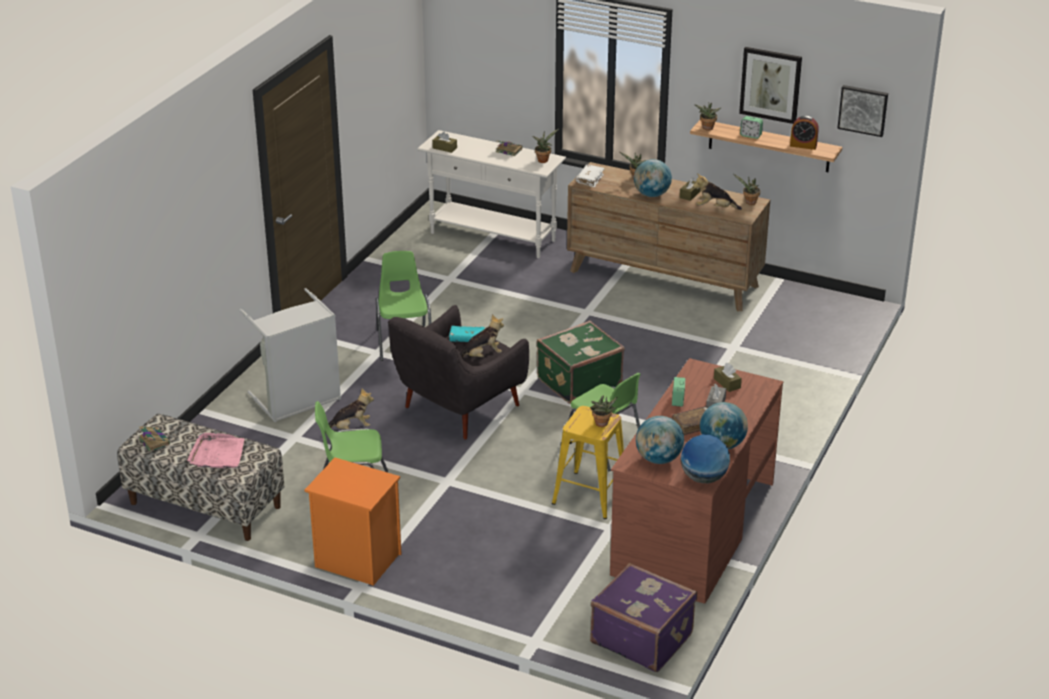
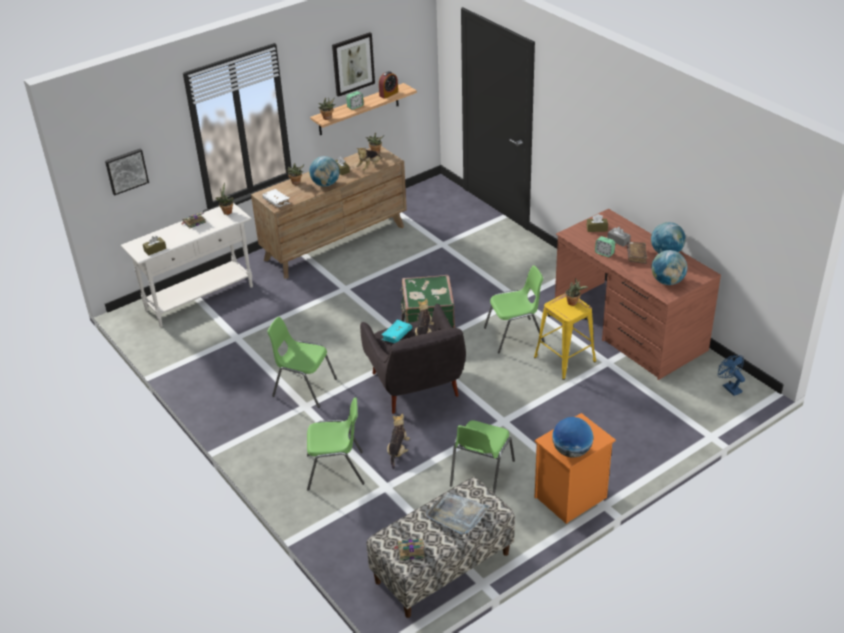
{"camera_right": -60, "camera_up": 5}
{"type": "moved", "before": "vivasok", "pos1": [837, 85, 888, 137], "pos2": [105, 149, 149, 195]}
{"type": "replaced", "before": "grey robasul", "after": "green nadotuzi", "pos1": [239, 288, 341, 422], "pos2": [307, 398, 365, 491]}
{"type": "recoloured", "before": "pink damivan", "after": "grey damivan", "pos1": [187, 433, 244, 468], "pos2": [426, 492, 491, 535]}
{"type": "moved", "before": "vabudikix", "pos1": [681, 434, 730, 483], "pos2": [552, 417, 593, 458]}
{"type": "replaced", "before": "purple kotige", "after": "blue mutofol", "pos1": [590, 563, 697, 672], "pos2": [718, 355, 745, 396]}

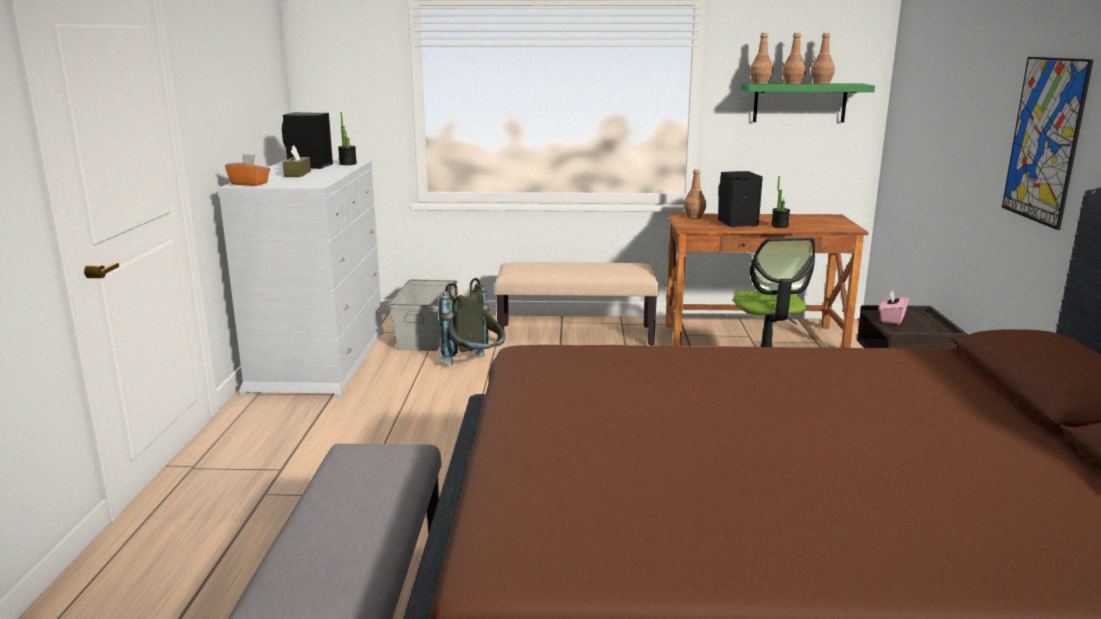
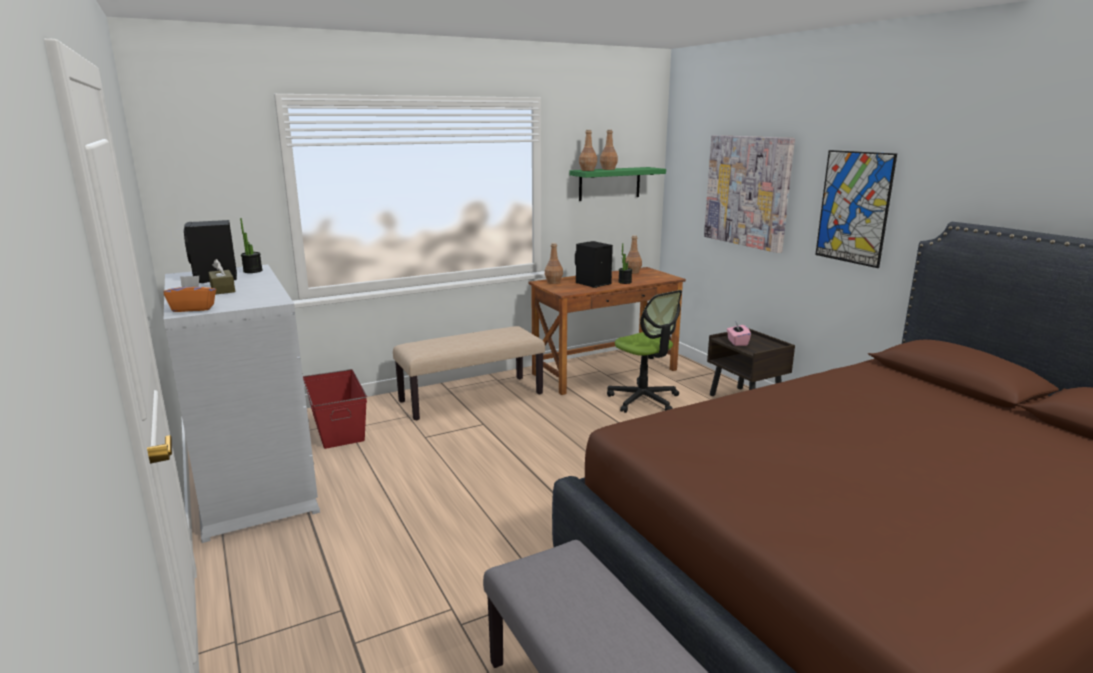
{"camera_right": -30, "camera_up": 0}
{"type": "moved", "before": "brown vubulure", "pos1": [811, 33, 835, 84], "pos2": [626, 235, 642, 274]}
{"type": "removed", "before": "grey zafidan", "pos1": [438, 278, 506, 365]}
{"type": "recoloured", "before": "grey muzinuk", "after": "red muzinuk", "pos1": [388, 279, 458, 351], "pos2": [303, 369, 367, 449]}
{"type": "added", "after": "vivasok", "pos2": [704, 135, 795, 253]}

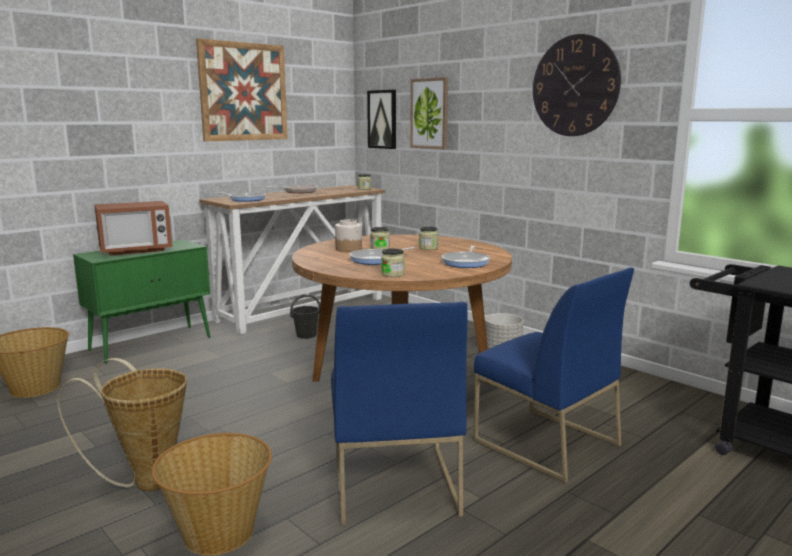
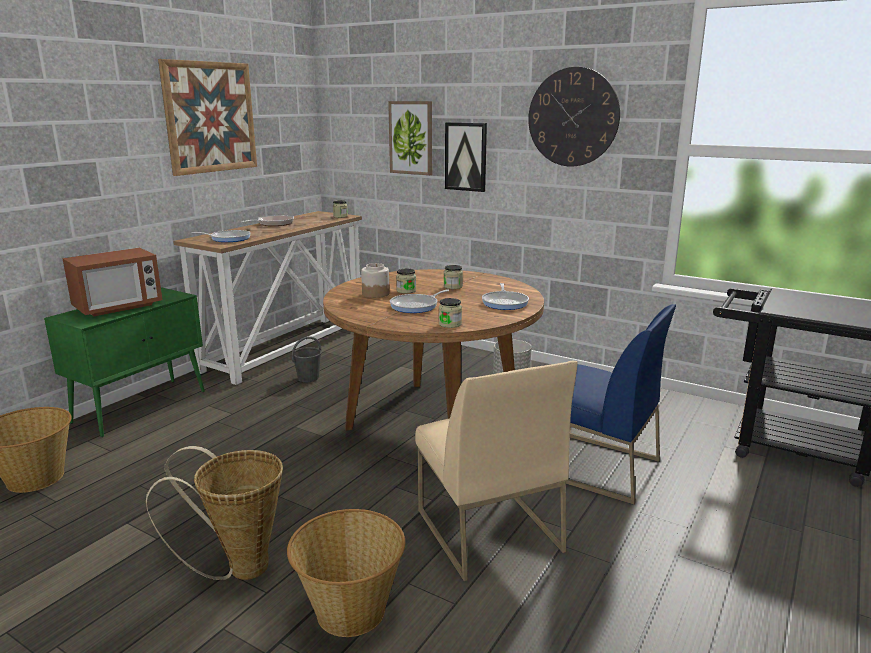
{"camera_right": -15, "camera_up": 5}
{"type": "moved", "before": "vivasok", "pos1": [367, 90, 396, 149], "pos2": [445, 122, 487, 192]}
{"type": "recoloured", "before": "blue nadotuzi", "after": "beige nadotuzi", "pos1": [331, 302, 467, 526], "pos2": [415, 361, 578, 581]}

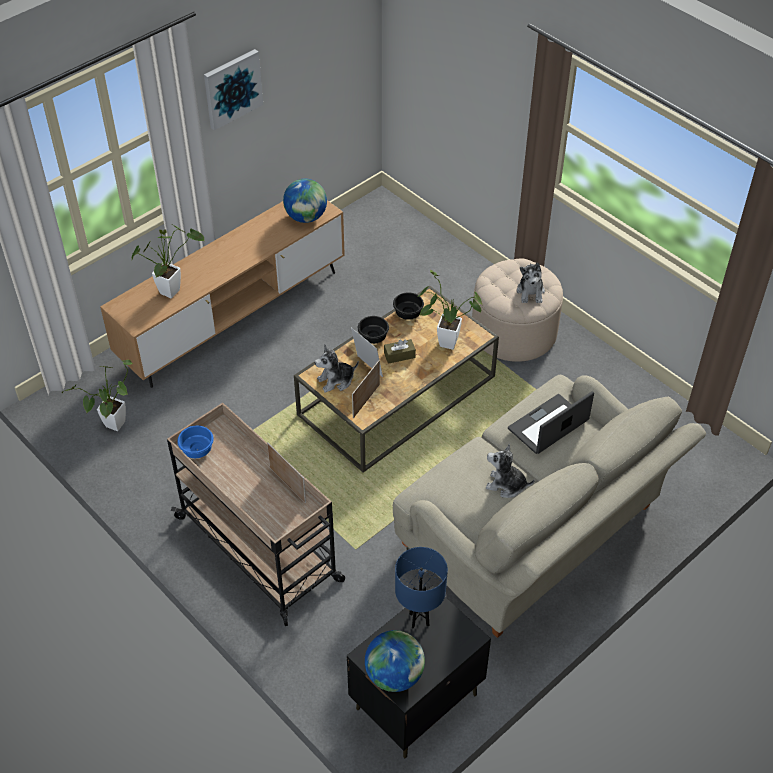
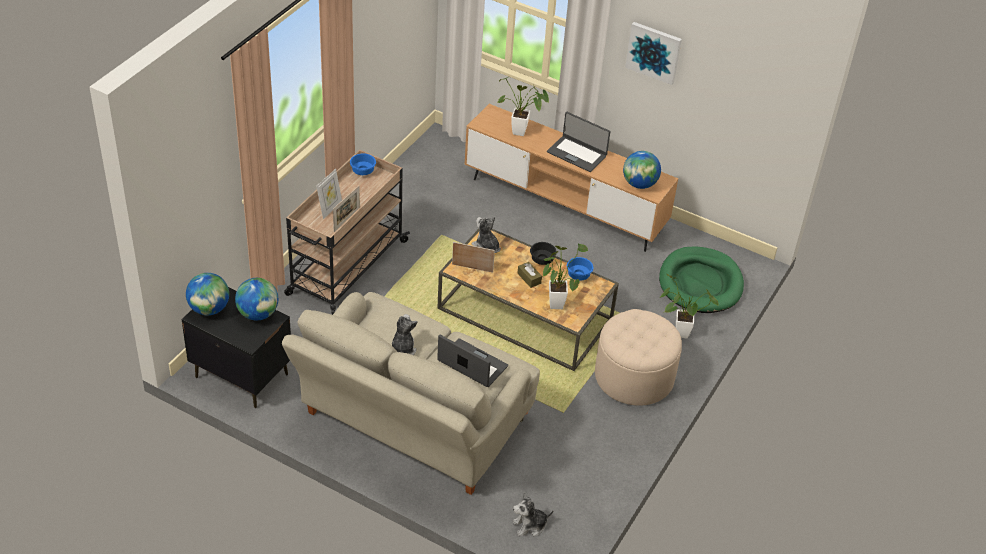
{"camera_right": 70, "camera_up": -5}
{"type": "moved", "before": "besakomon", "pos1": [517, 263, 545, 303], "pos2": [513, 492, 554, 537]}
{"type": "recoloured", "before": "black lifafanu", "after": "blue lifafanu", "pos1": [393, 292, 424, 320], "pos2": [567, 257, 593, 280]}
{"type": "moved", "before": "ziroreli", "pos1": [351, 327, 383, 377], "pos2": [316, 169, 342, 219]}
{"type": "moved", "before": "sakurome", "pos1": [62, 360, 132, 431], "pos2": [659, 274, 718, 338]}
{"type": "replaced", "before": "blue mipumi", "after": "vabudikix", "pos1": [395, 547, 448, 628], "pos2": [235, 278, 278, 320]}
{"type": "added", "after": "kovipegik", "pos2": [547, 112, 611, 172]}
{"type": "added", "after": "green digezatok", "pos2": [659, 246, 744, 313]}

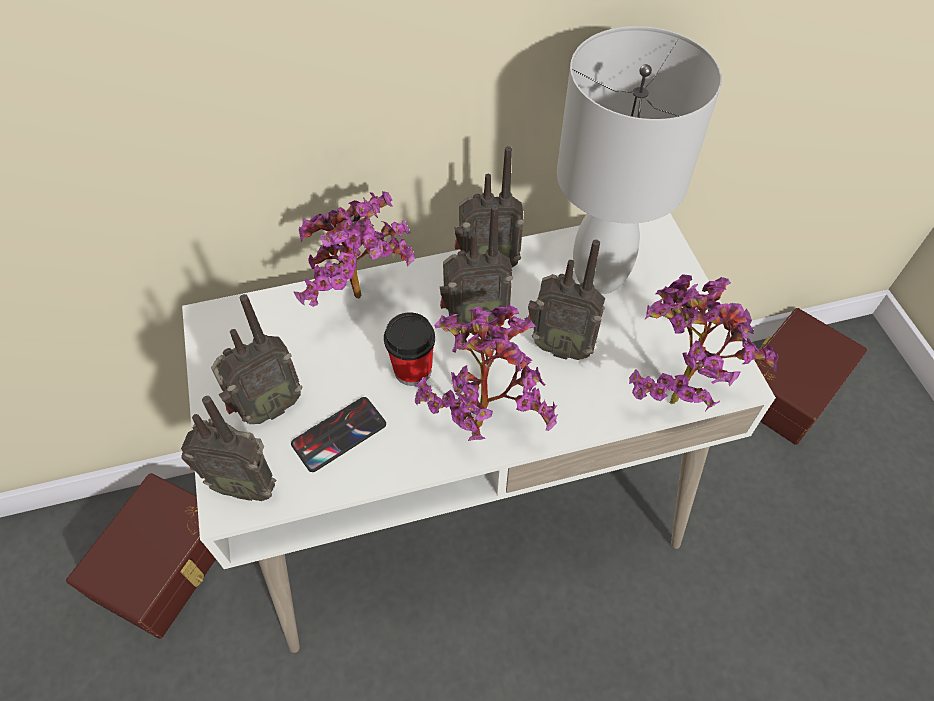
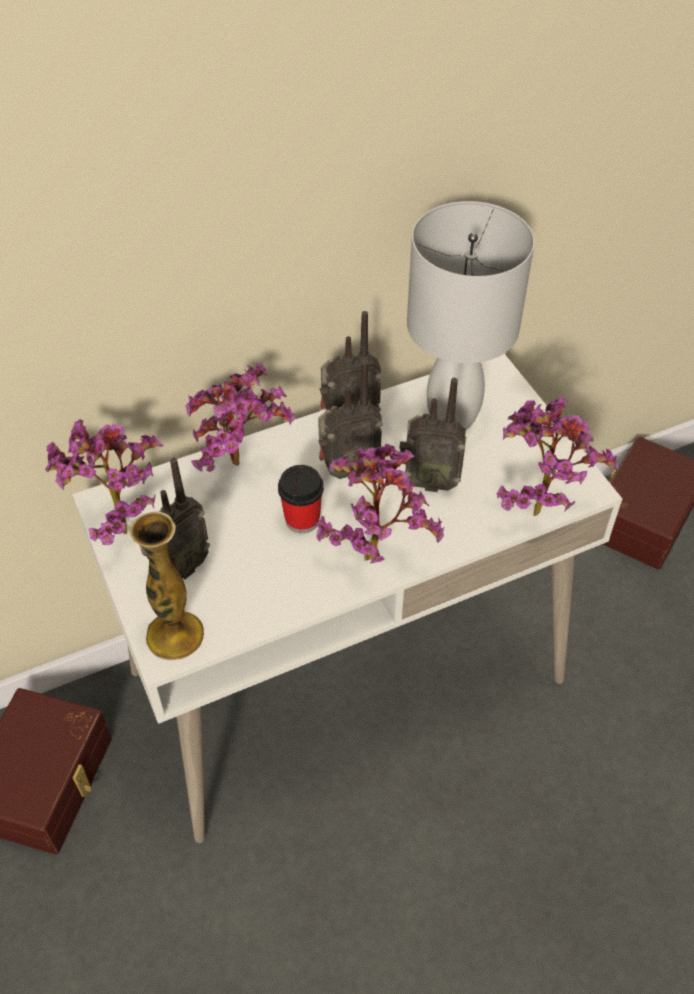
{"camera_right": -10, "camera_up": -5}
{"type": "replaced", "before": "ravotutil", "after": "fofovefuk", "pos1": [181, 396, 276, 501], "pos2": [130, 512, 204, 661]}
{"type": "removed", "before": "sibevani", "pos1": [291, 397, 386, 472]}
{"type": "added", "after": "sakurome", "pos2": [45, 419, 164, 545]}

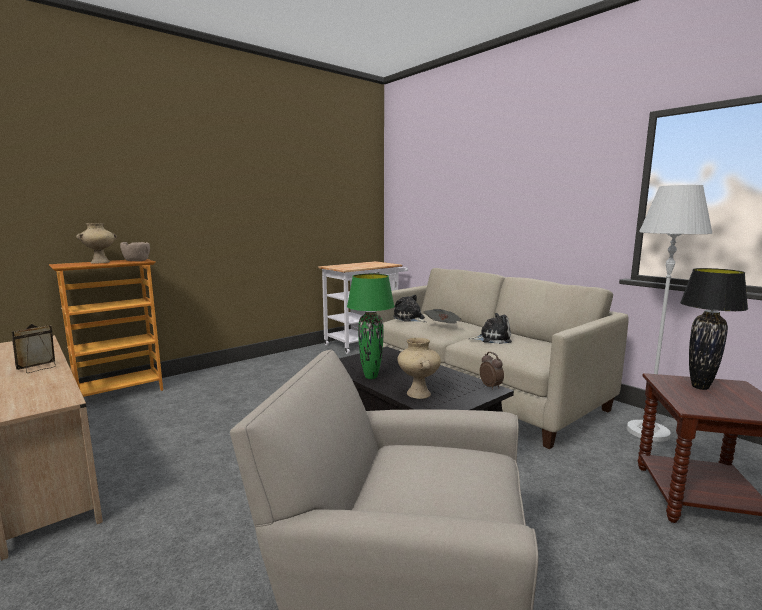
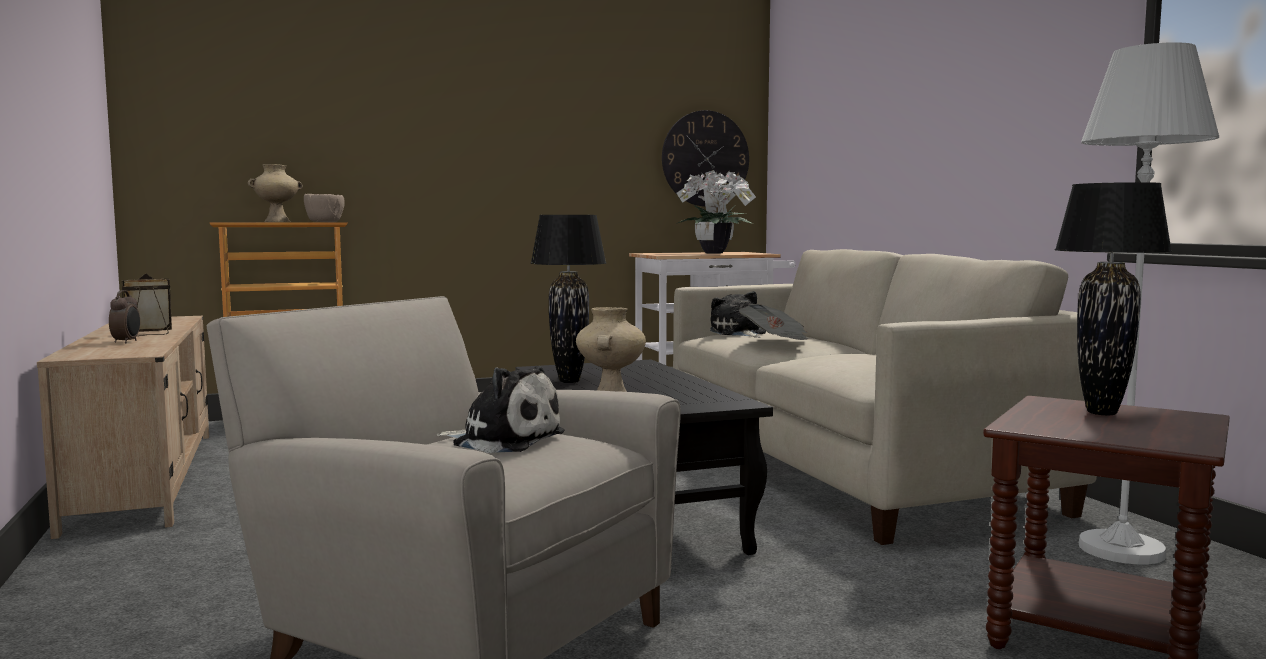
{"camera_right": 20, "camera_up": -5}
{"type": "recoloured", "before": "green mipumi", "after": "black mipumi", "pos1": [347, 274, 395, 379], "pos2": [531, 215, 606, 383]}
{"type": "moved", "before": "besakomon", "pos1": [468, 313, 512, 344], "pos2": [437, 366, 564, 453]}
{"type": "moved", "before": "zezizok", "pos1": [480, 352, 504, 389], "pos2": [109, 290, 140, 343]}
{"type": "added", "after": "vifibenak", "pos2": [662, 110, 749, 206]}
{"type": "added", "after": "sakurome", "pos2": [676, 170, 756, 254]}

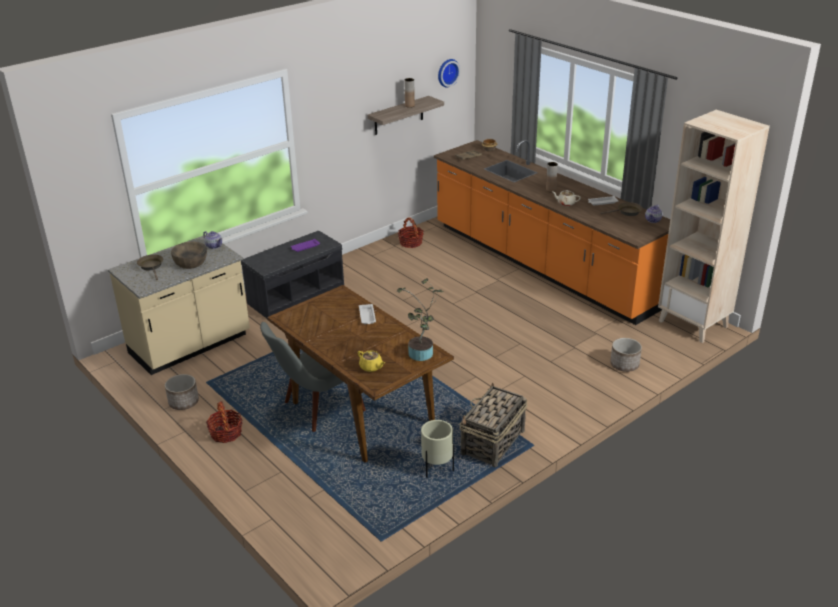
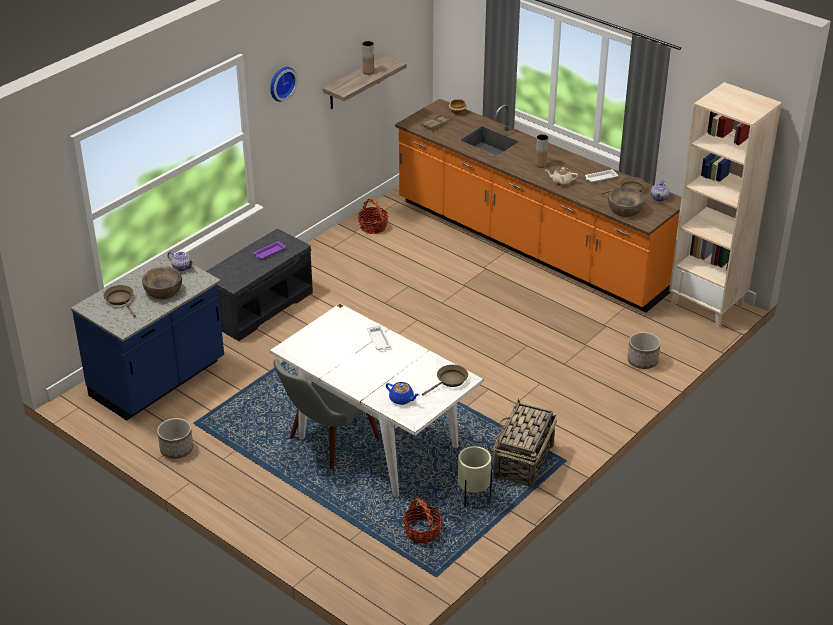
{"camera_right": -10, "camera_up": 5}
{"type": "moved", "before": "vifibenak", "pos1": [438, 59, 460, 88], "pos2": [270, 67, 298, 102]}
{"type": "recoloured", "before": "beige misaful", "after": "blue misaful", "pos1": [108, 235, 250, 375], "pos2": [71, 251, 224, 421]}
{"type": "replaced", "before": "sakurome", "after": "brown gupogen", "pos1": [396, 279, 444, 361], "pos2": [422, 365, 468, 396]}
{"type": "recoloured", "before": "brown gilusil", "after": "white gilusil", "pos1": [267, 285, 454, 463], "pos2": [270, 304, 483, 497]}
{"type": "recoloured", "before": "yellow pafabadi", "after": "blue pafabadi", "pos1": [357, 350, 385, 372], "pos2": [386, 382, 419, 405]}
{"type": "moved", "before": "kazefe", "pos1": [206, 401, 242, 443], "pos2": [403, 497, 443, 544]}
{"type": "added", "after": "brown lifafanu", "pos2": [608, 187, 645, 217]}

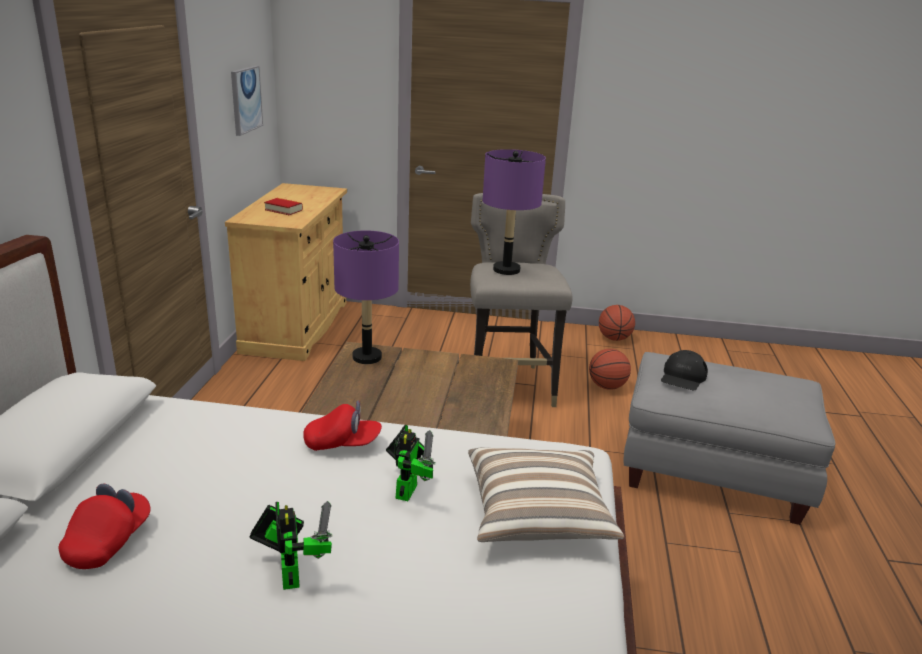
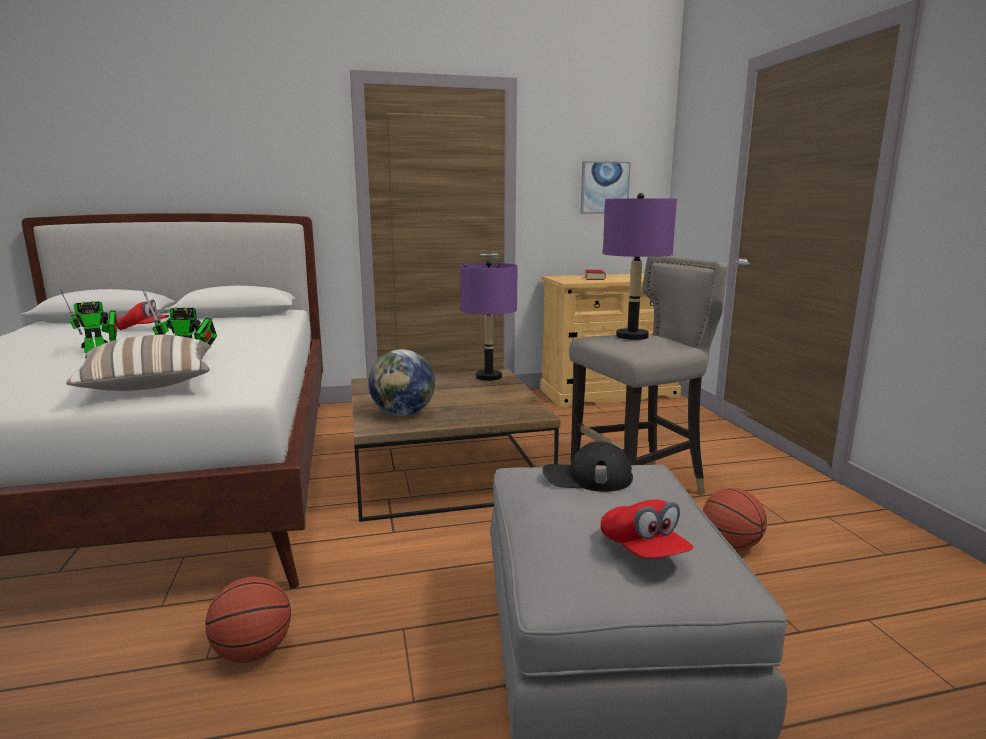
{"camera_right": 70, "camera_up": -10}
{"type": "moved", "before": "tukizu", "pos1": [599, 305, 635, 341], "pos2": [205, 577, 291, 663]}
{"type": "moved", "before": "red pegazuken", "pos1": [303, 400, 382, 451], "pos2": [601, 499, 693, 558]}
{"type": "added", "after": "vabudikix", "pos2": [368, 349, 435, 416]}

